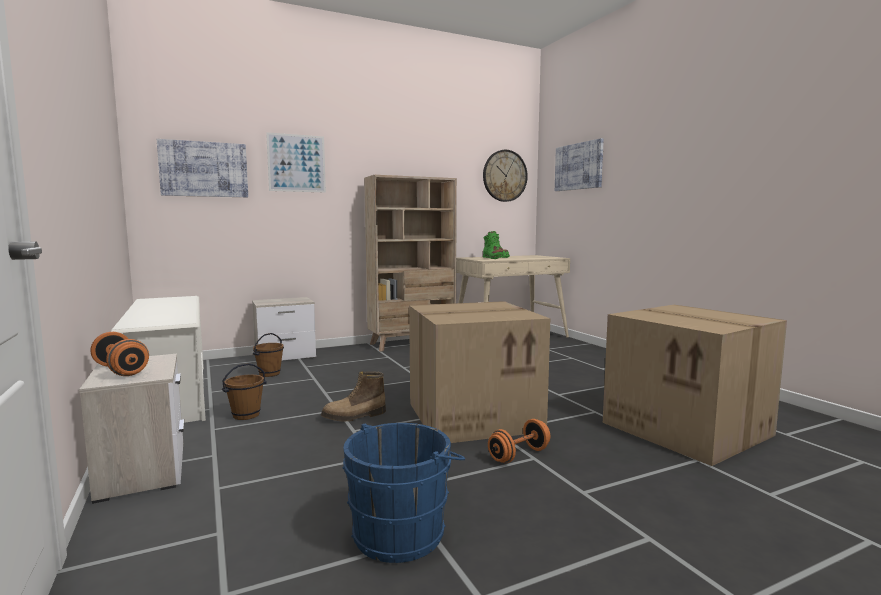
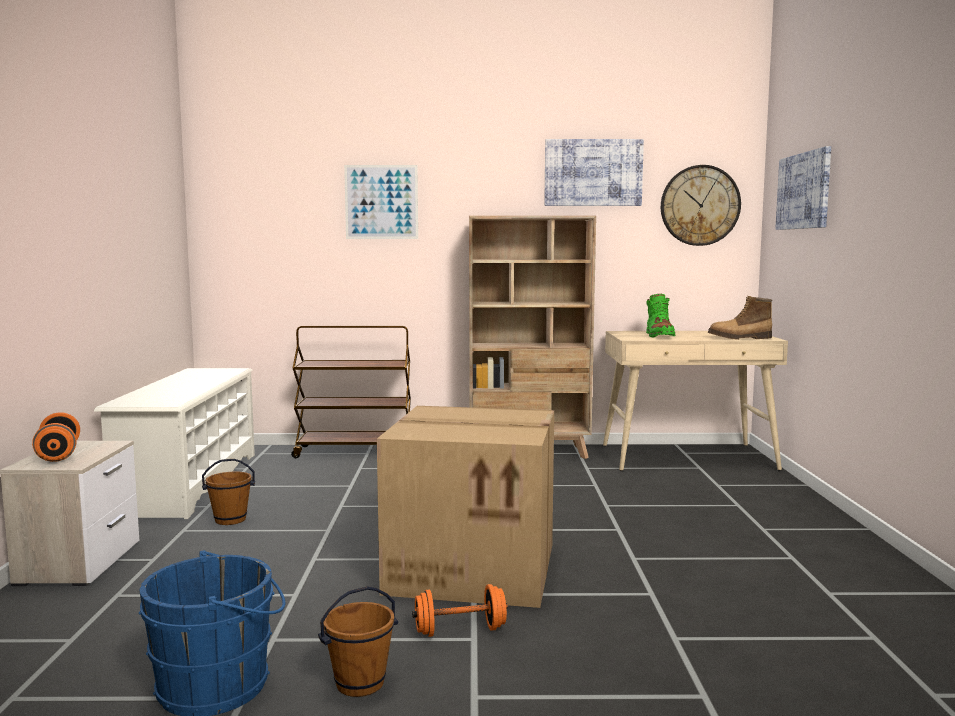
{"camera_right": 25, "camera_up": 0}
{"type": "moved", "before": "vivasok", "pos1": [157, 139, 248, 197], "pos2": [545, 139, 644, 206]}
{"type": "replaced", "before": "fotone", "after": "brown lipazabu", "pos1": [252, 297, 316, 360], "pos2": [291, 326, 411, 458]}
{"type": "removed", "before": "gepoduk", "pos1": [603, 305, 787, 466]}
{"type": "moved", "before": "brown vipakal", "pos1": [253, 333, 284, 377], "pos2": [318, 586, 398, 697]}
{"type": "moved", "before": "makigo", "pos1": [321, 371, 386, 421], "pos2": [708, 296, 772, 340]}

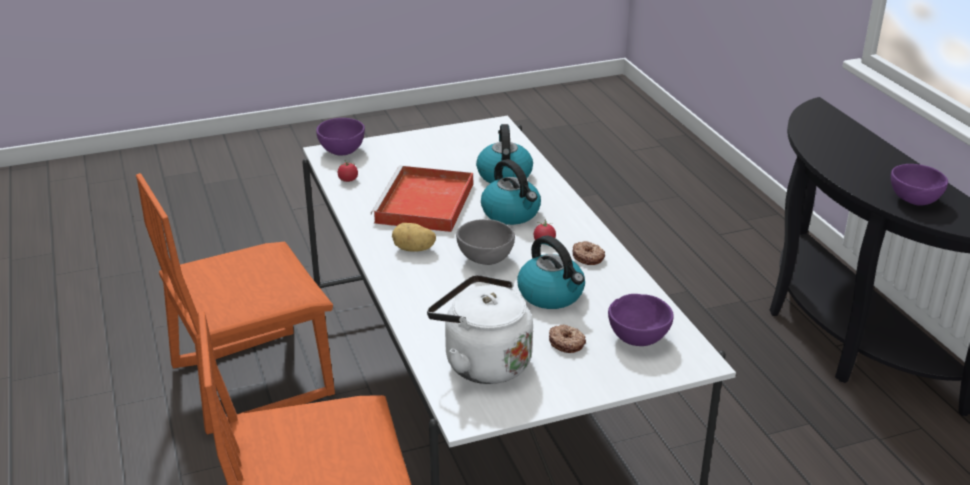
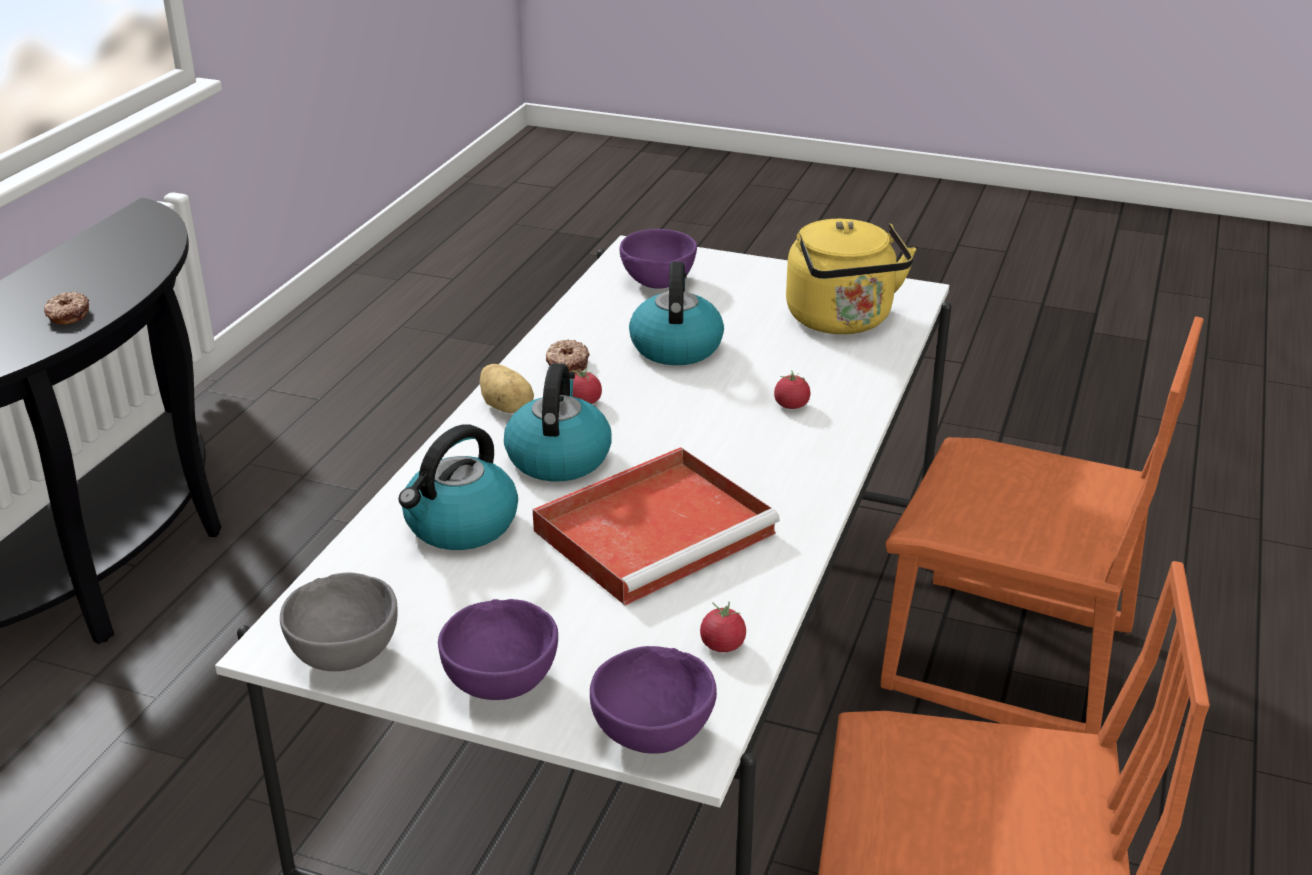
{"camera_right": -140, "camera_up": 0}
{"type": "moved", "before": "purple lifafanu", "pos1": [891, 164, 948, 206], "pos2": [438, 599, 558, 700]}
{"type": "moved", "before": "grey lifafanu", "pos1": [456, 219, 515, 265], "pos2": [280, 572, 398, 671]}
{"type": "moved", "before": "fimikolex", "pos1": [392, 223, 436, 252], "pos2": [480, 364, 534, 413]}
{"type": "recoloured", "before": "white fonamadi", "after": "yellow fonamadi", "pos1": [427, 275, 533, 384], "pos2": [786, 219, 916, 334]}
{"type": "moved", "before": "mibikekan", "pos1": [549, 324, 586, 353], "pos2": [44, 292, 89, 325]}
{"type": "added", "after": "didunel", "pos2": [774, 370, 810, 409]}

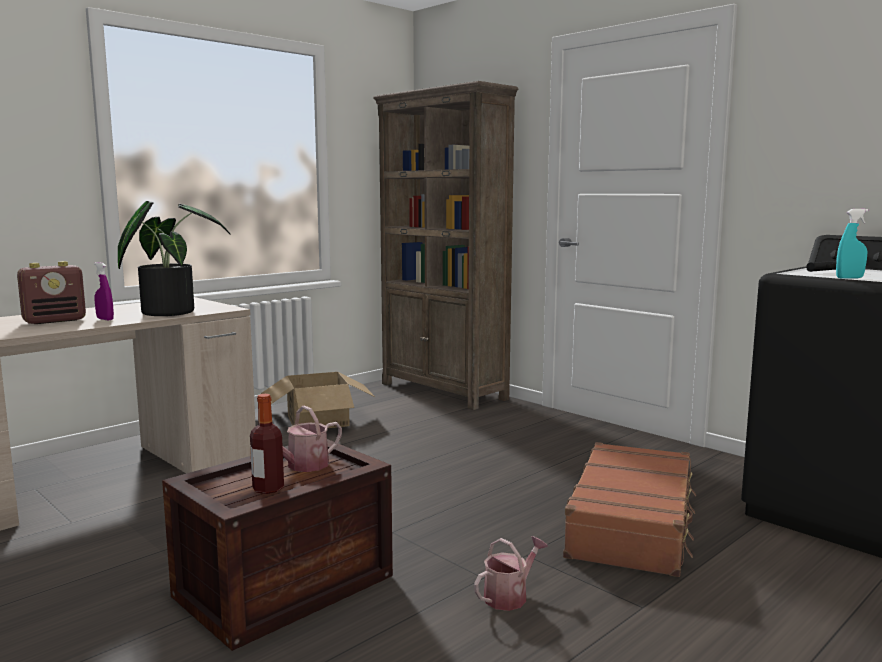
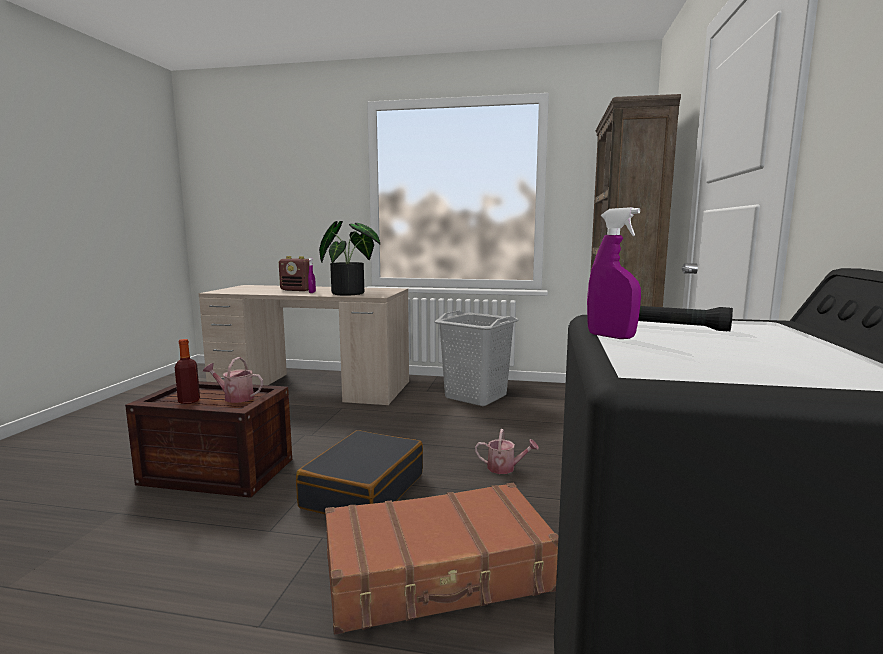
{"camera_right": 55, "camera_up": 0}
{"type": "recoloured", "before": "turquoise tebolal", "after": "purple tebolal", "pos1": [836, 209, 868, 279], "pos2": [587, 207, 641, 339]}
{"type": "replaced", "before": "gepoduk", "after": "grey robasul", "pos1": [260, 372, 375, 428], "pos2": [434, 310, 519, 406]}
{"type": "moved", "before": "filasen", "pos1": [474, 536, 548, 611], "pos2": [475, 429, 539, 474]}
{"type": "added", "after": "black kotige", "pos2": [296, 430, 423, 514]}

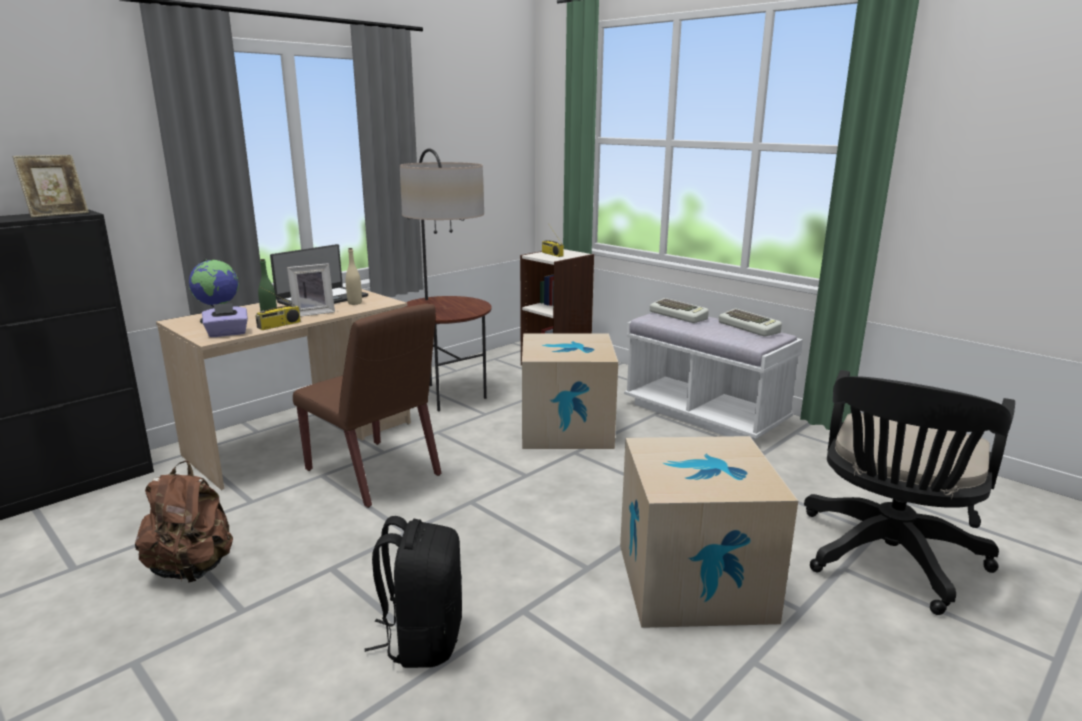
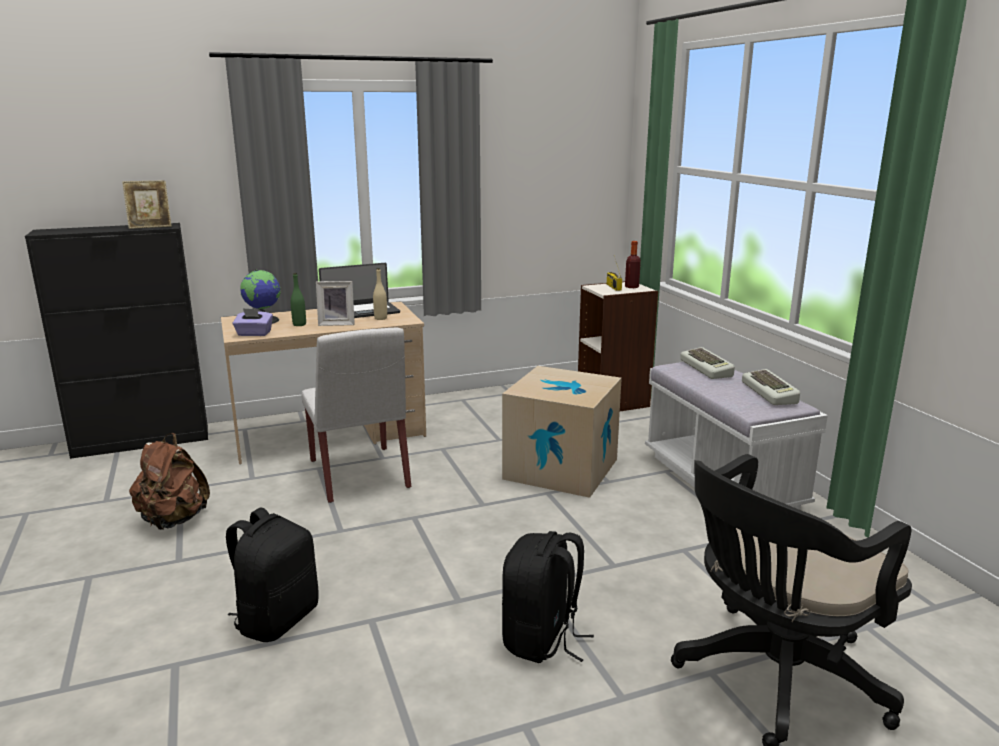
{"camera_right": 25, "camera_up": 0}
{"type": "removed", "before": "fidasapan", "pos1": [400, 148, 492, 411]}
{"type": "removed", "before": "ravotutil", "pos1": [255, 287, 301, 330]}
{"type": "recoloured", "before": "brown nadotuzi", "after": "white nadotuzi", "pos1": [293, 304, 442, 508], "pos2": [301, 327, 411, 503]}
{"type": "replaced", "before": "gepoduk", "after": "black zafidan", "pos1": [620, 436, 798, 628], "pos2": [502, 531, 594, 663]}
{"type": "added", "after": "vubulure", "pos2": [625, 241, 641, 288]}

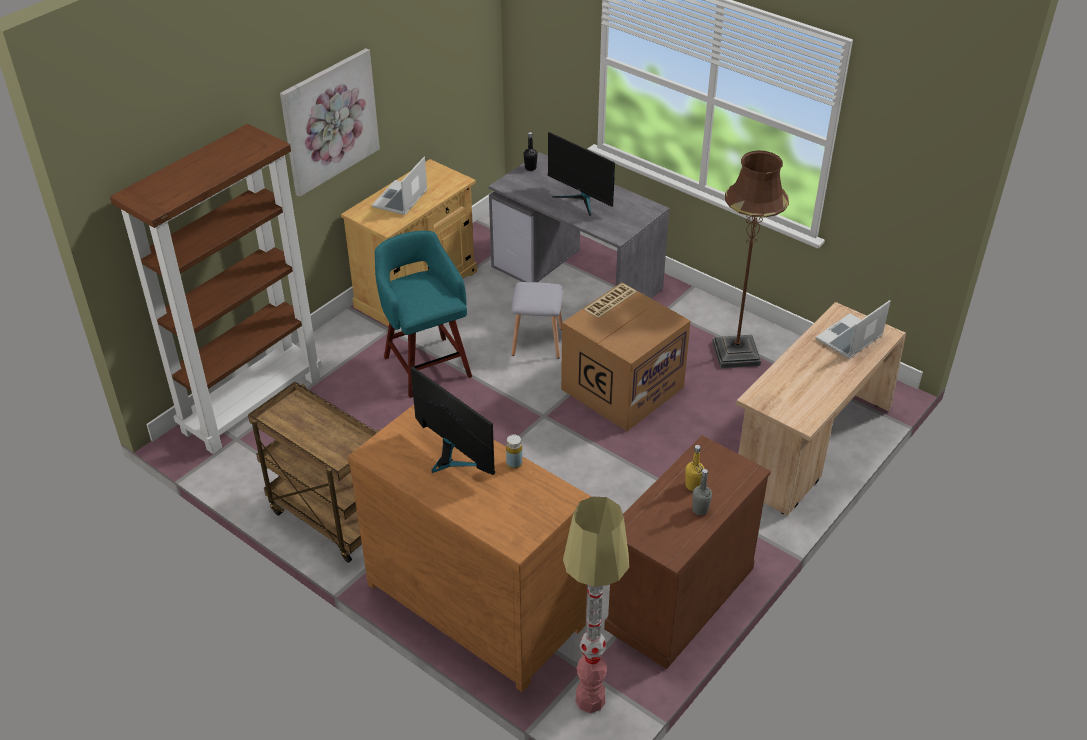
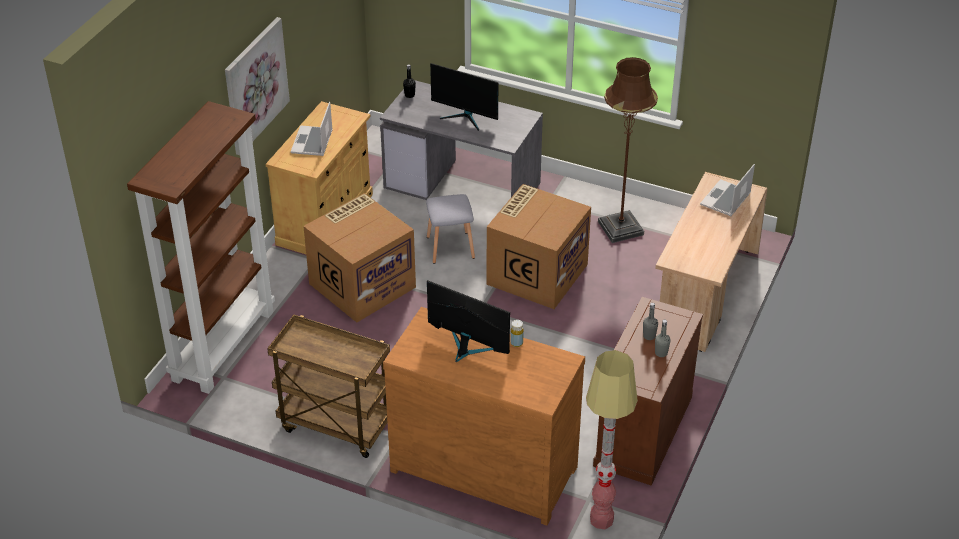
{"camera_right": -15, "camera_up": 0}
{"type": "replaced", "before": "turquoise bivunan", "after": "gepoduk", "pos1": [375, 231, 472, 398], "pos2": [303, 193, 416, 323]}
{"type": "recoloured", "before": "yellow vubulure", "after": "grey vubulure", "pos1": [685, 445, 705, 491], "pos2": [643, 303, 658, 340]}

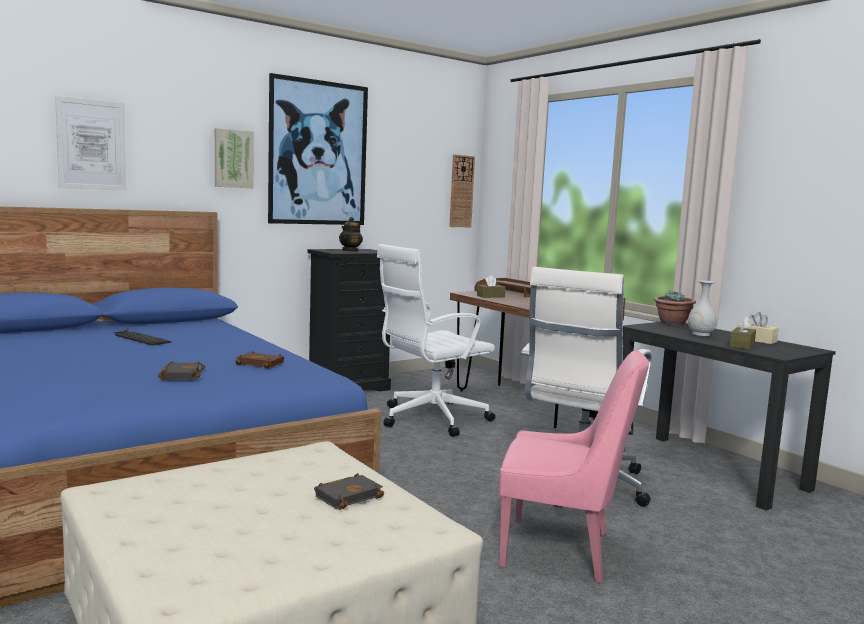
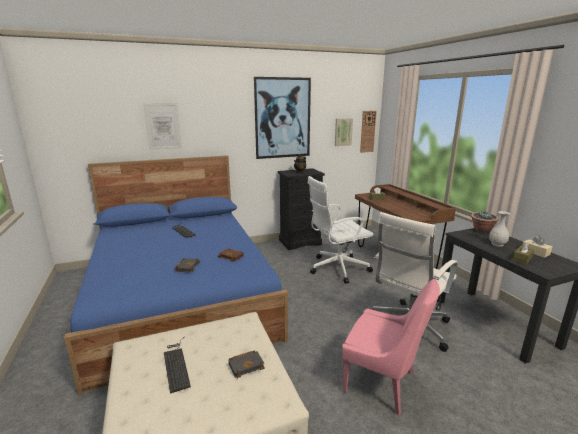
{"camera_right": 15, "camera_up": 10}
{"type": "moved", "before": "vivasok", "pos1": [215, 128, 254, 188], "pos2": [335, 118, 353, 146]}
{"type": "added", "after": "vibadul", "pos2": [164, 337, 191, 394]}

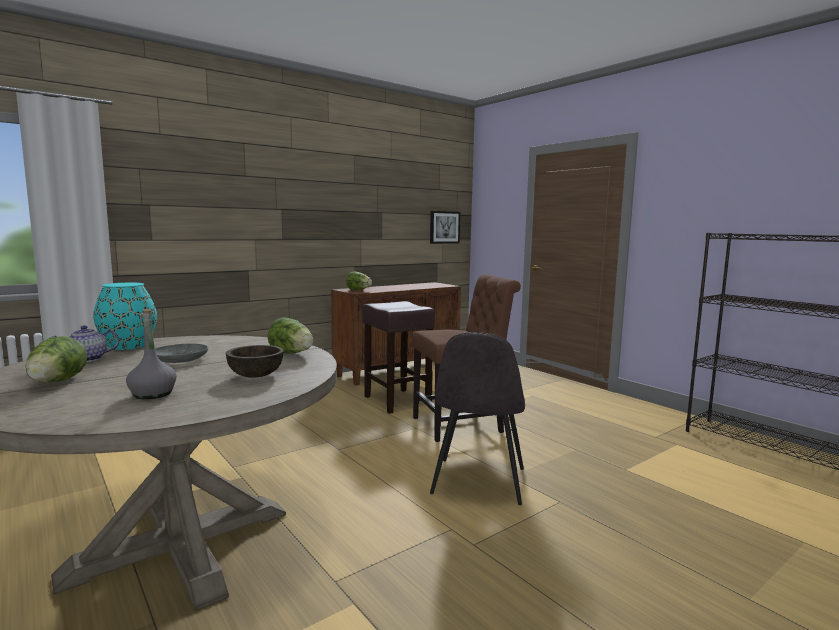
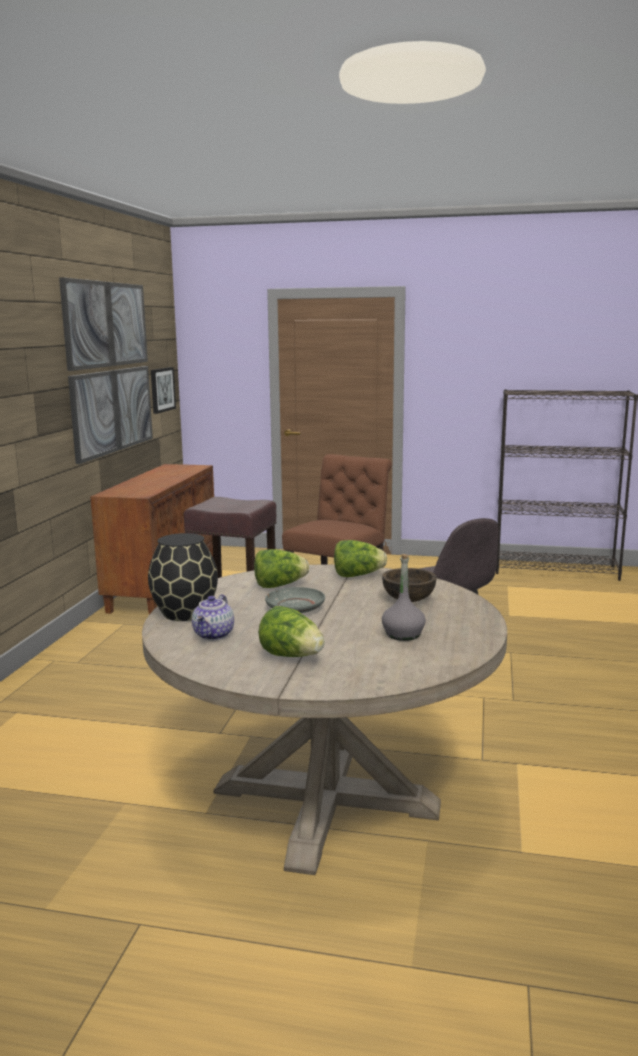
{"camera_right": -40, "camera_up": 5}
{"type": "moved", "before": "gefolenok", "pos1": [346, 272, 372, 290], "pos2": [254, 549, 309, 588]}
{"type": "recoloured", "before": "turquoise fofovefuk", "after": "black fofovefuk", "pos1": [94, 283, 157, 350], "pos2": [148, 533, 218, 621]}
{"type": "added", "after": "vivasok", "pos2": [59, 277, 153, 464]}

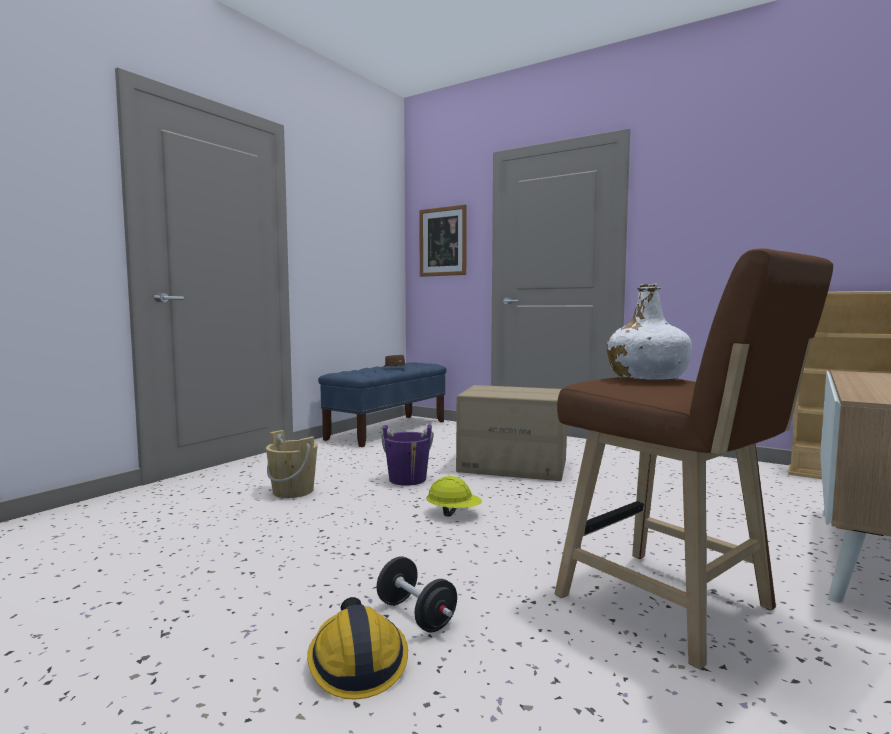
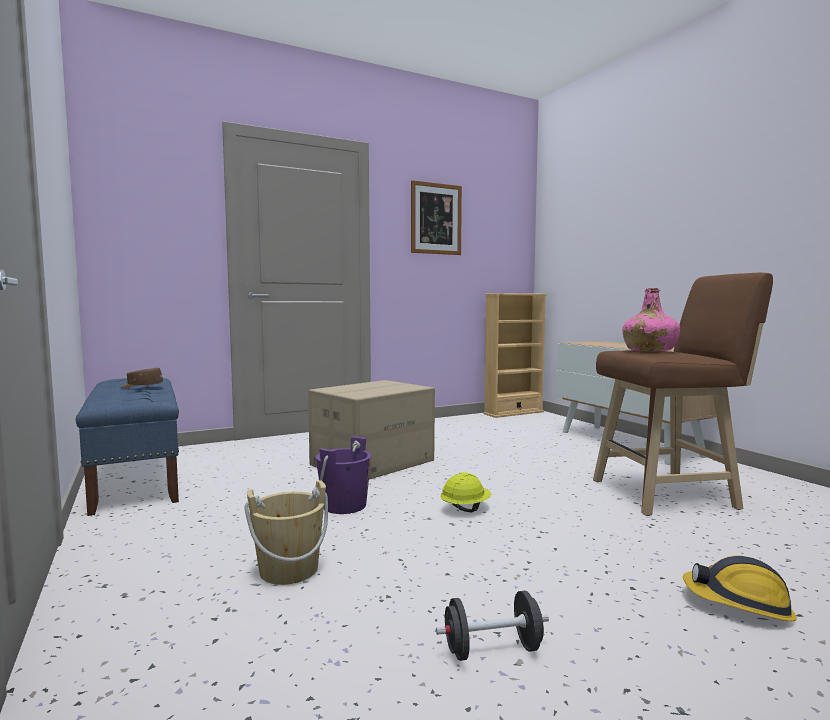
{"camera_right": -60, "camera_up": 0}
{"type": "moved", "before": "vivasok", "pos1": [419, 205, 467, 277], "pos2": [411, 180, 462, 255]}
{"type": "recoloured", "before": "white vubulure", "after": "pink vubulure", "pos1": [607, 284, 692, 380], "pos2": [623, 288, 680, 351]}
{"type": "moved", "before": "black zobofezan", "pos1": [377, 557, 457, 633], "pos2": [436, 591, 549, 661]}

